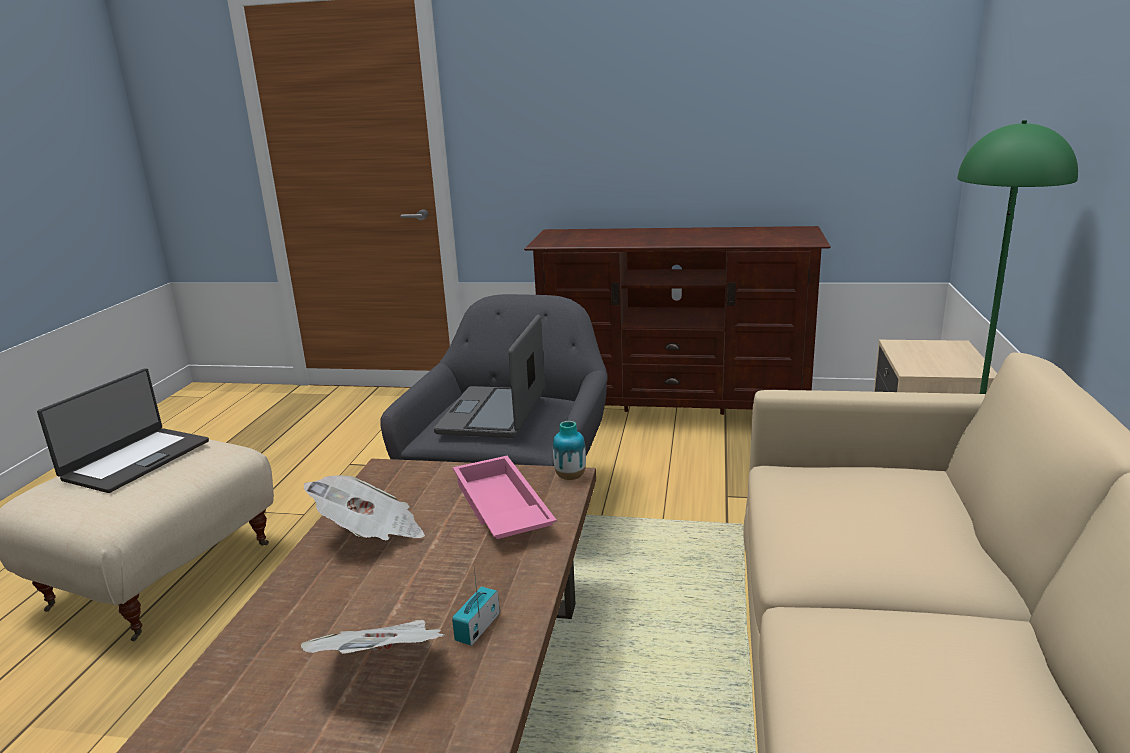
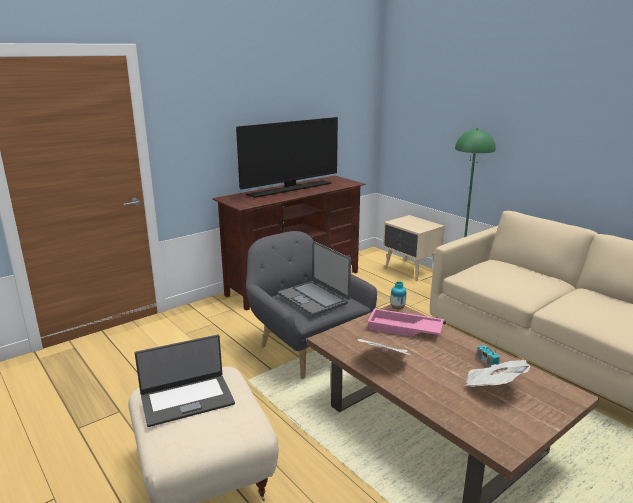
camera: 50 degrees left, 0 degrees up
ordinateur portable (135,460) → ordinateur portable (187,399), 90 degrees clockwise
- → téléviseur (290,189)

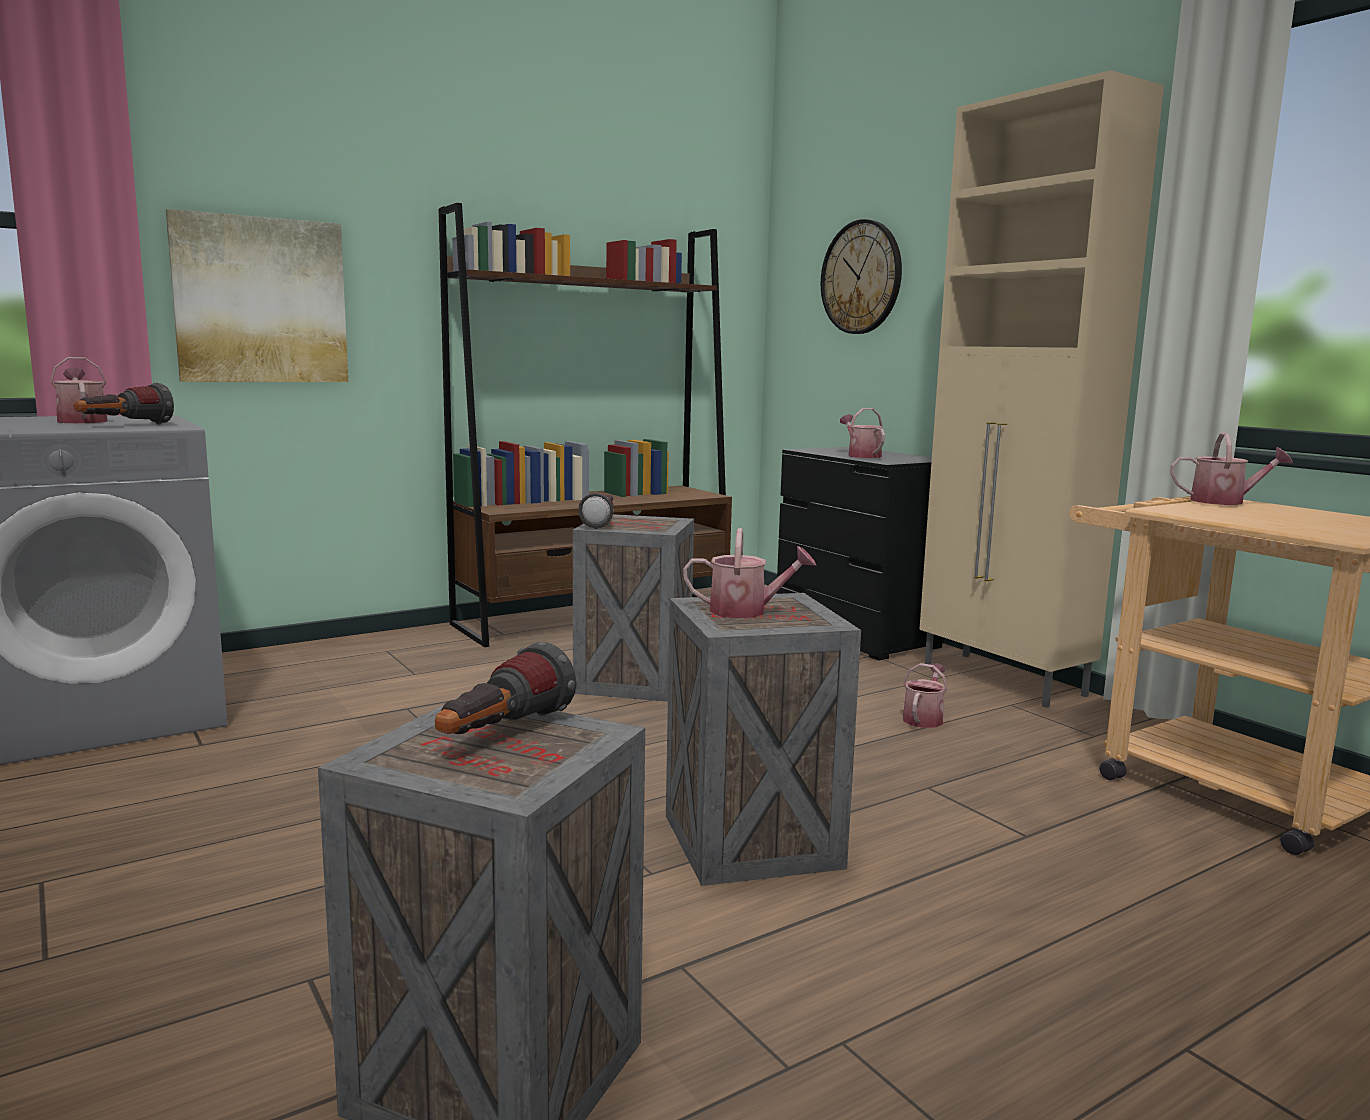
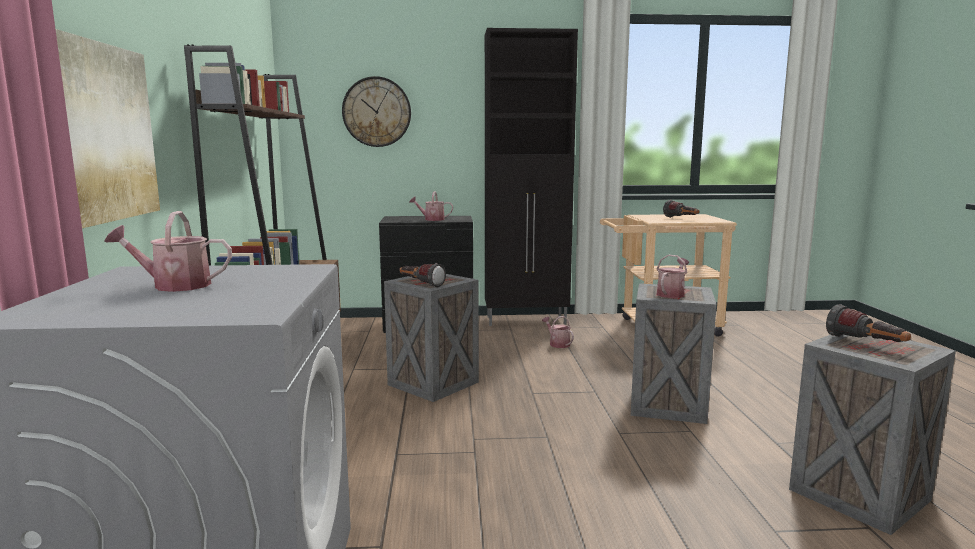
camera: 60 degrees left, 0 degrees up
meuble de rangement (beige) (1003,680) → meuble de rangement (noir) (527,320)
lampe de poche (124,426) → lampe de poche (681,219), move
arrosoir (1224,501) → -

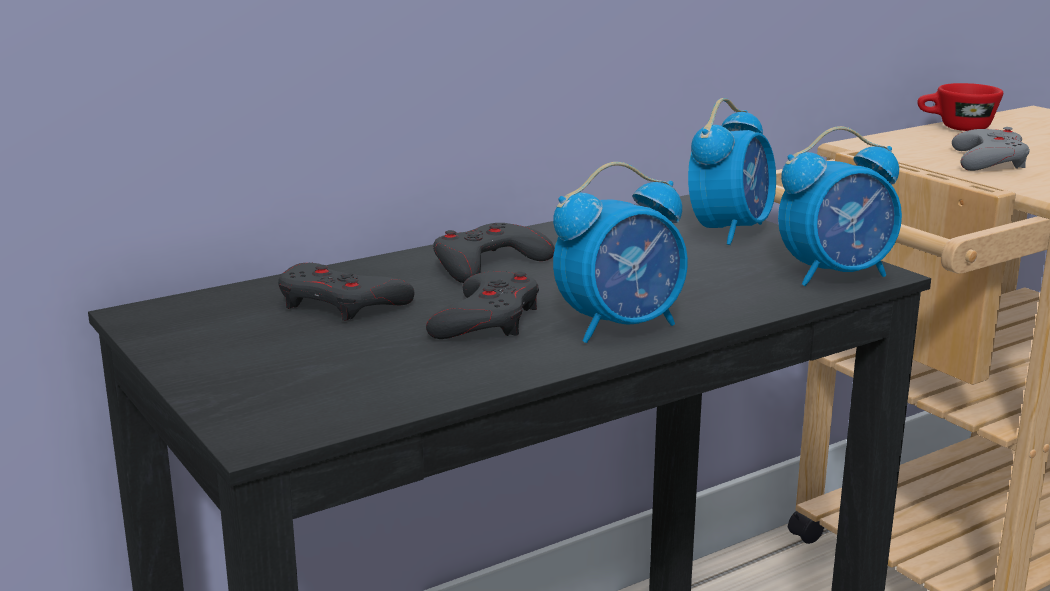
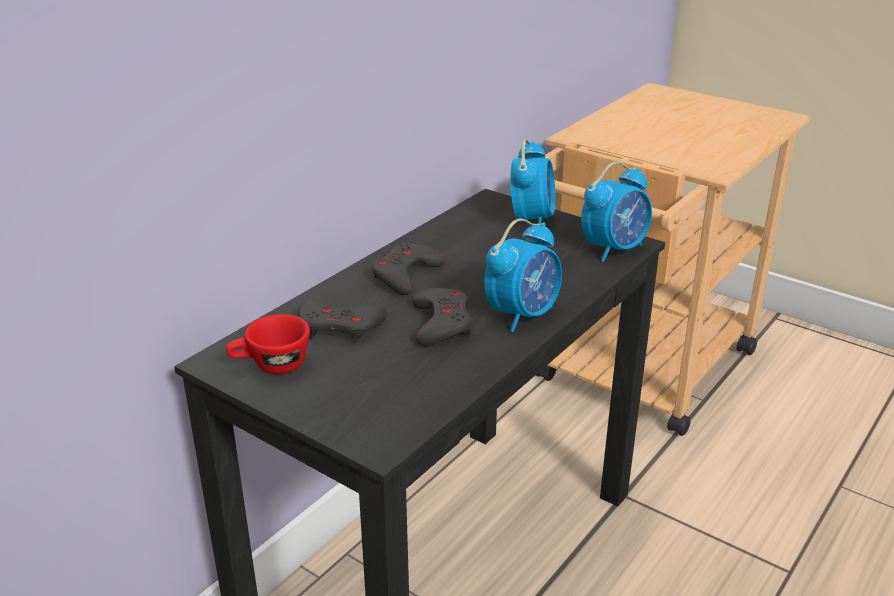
camera: 20 degrees left, 10 degrees up
tasse (rouge) (956,128) → tasse (rouge) (271,366), move
manette (gris) (988,161) → -

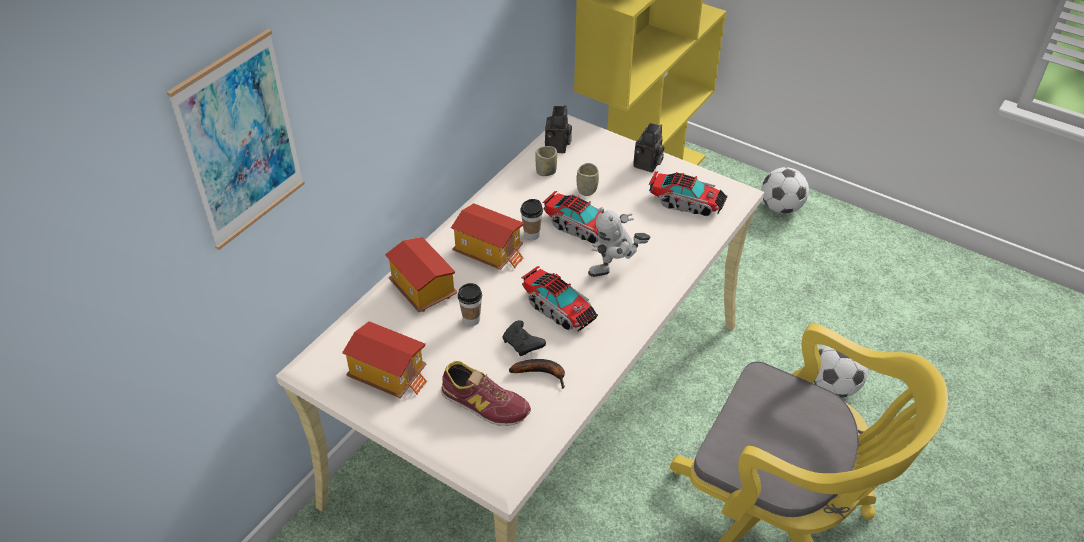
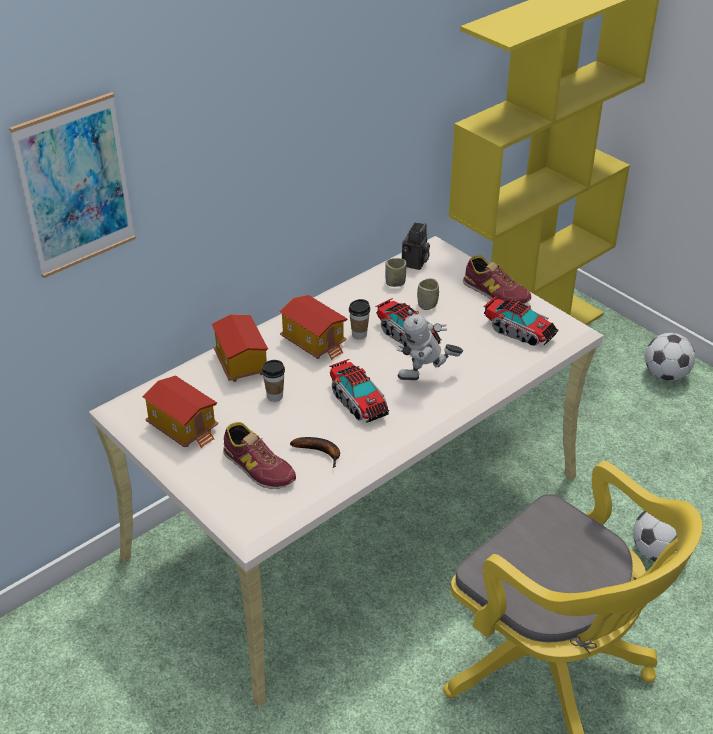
camera: 15 degrees right, 5 degrees down
appareil photo (647,165) → chaussure (495,292)
manette (noir) (523,344) → -

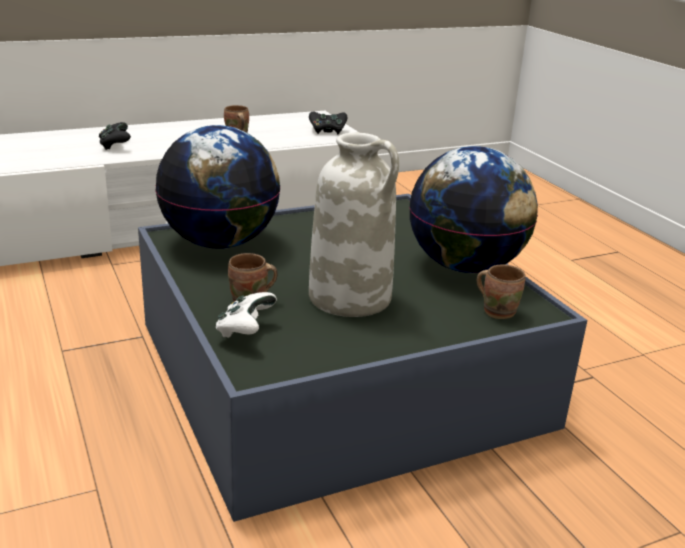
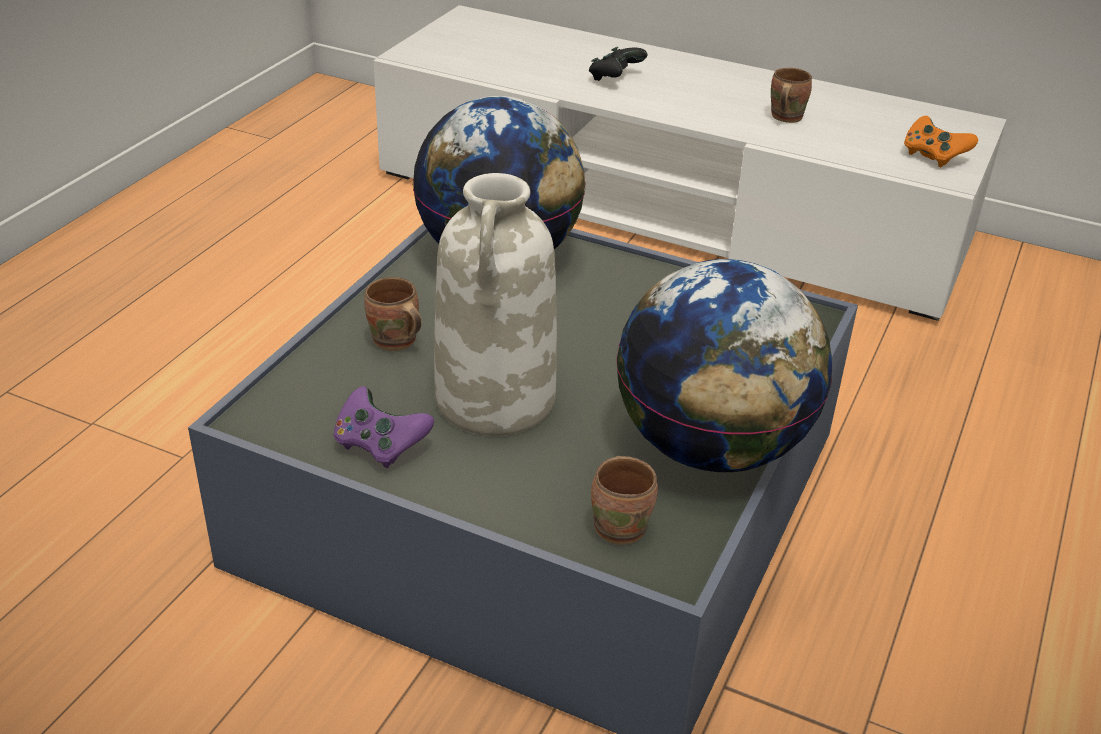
camera: 50 degrees right, 10 degrees up
- → manette (violet) (380,446)
manette (noir) (327,131) → manette (orange) (933,156)
manette (blanc) (245,330) → -

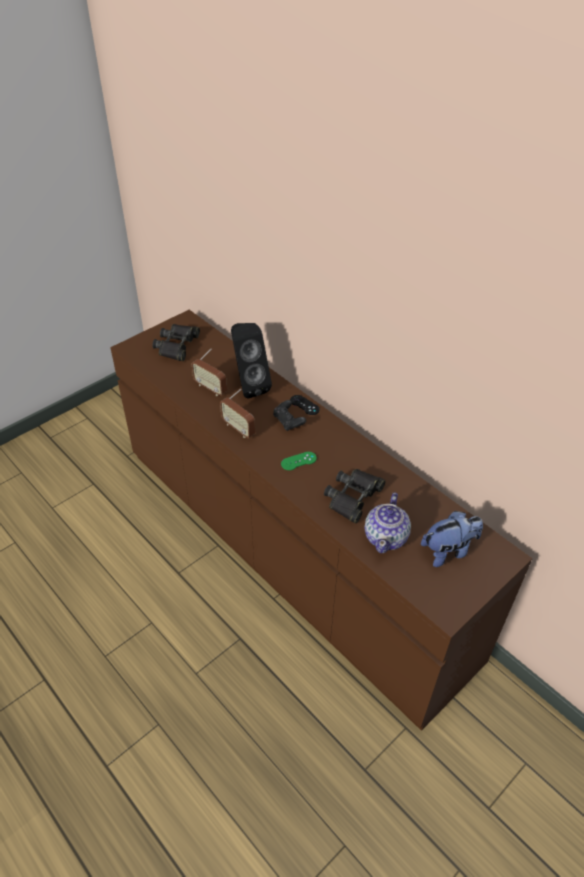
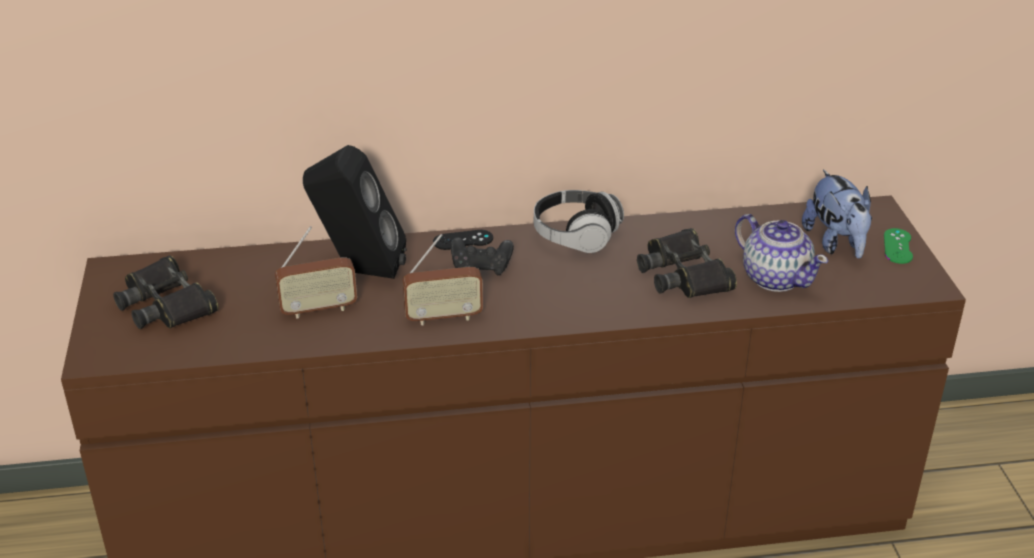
camera: 55 degrees left, 10 degrees down
- → casque audio (576,236)
peluche (448,551) → peluche (836,243), 150 degrees clockwise
manette (vert) (298,461) → manette (vert) (898,246), move

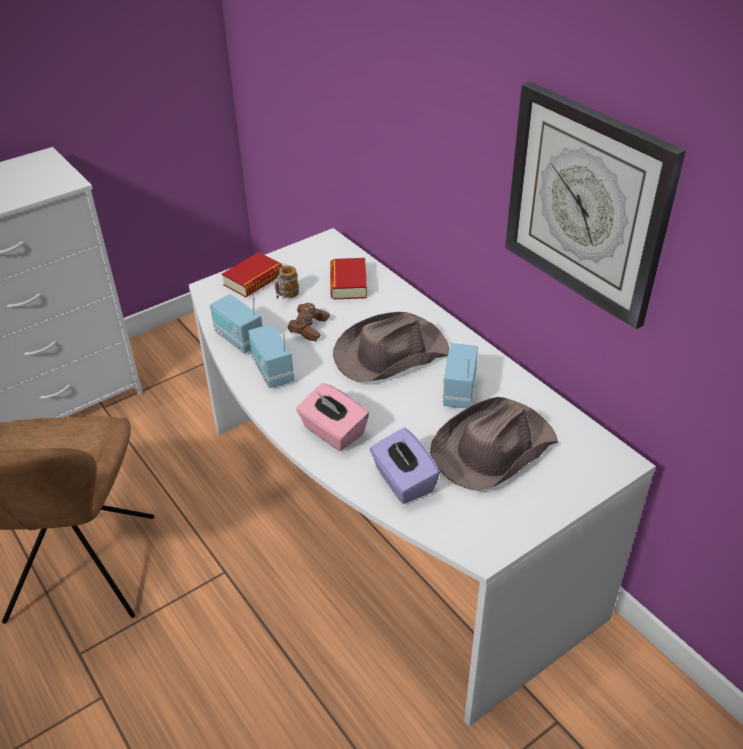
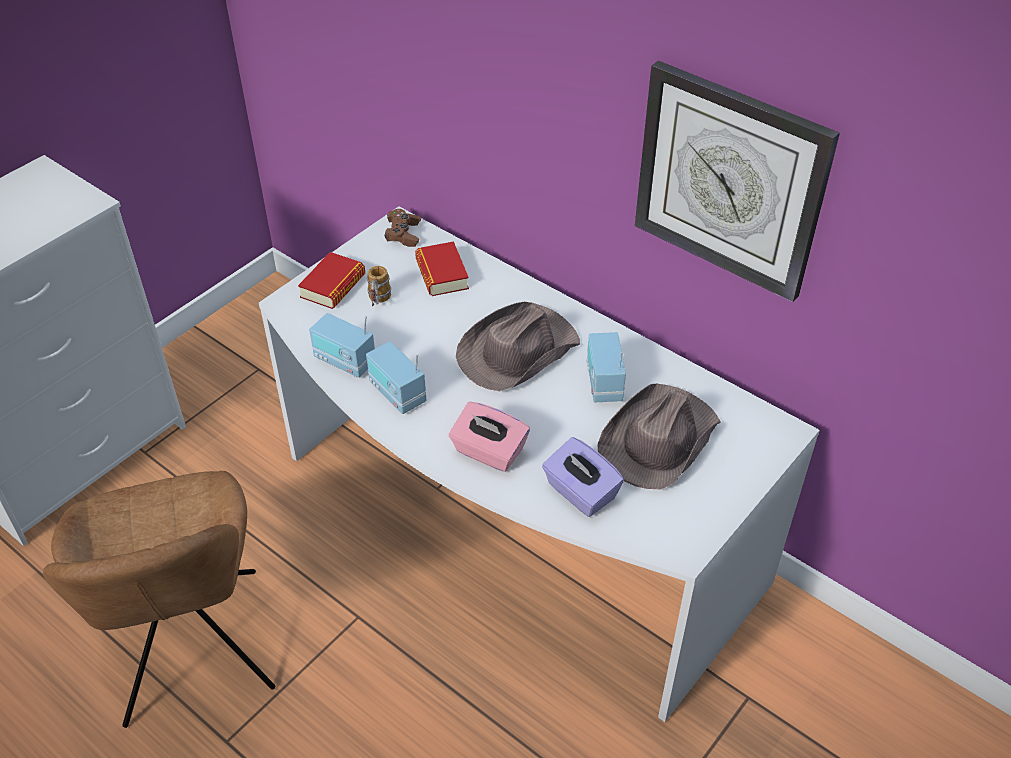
camera: 15 degrees left, 5 degrees up
manette (marron) (309,328) → manette (marron) (403,234), move

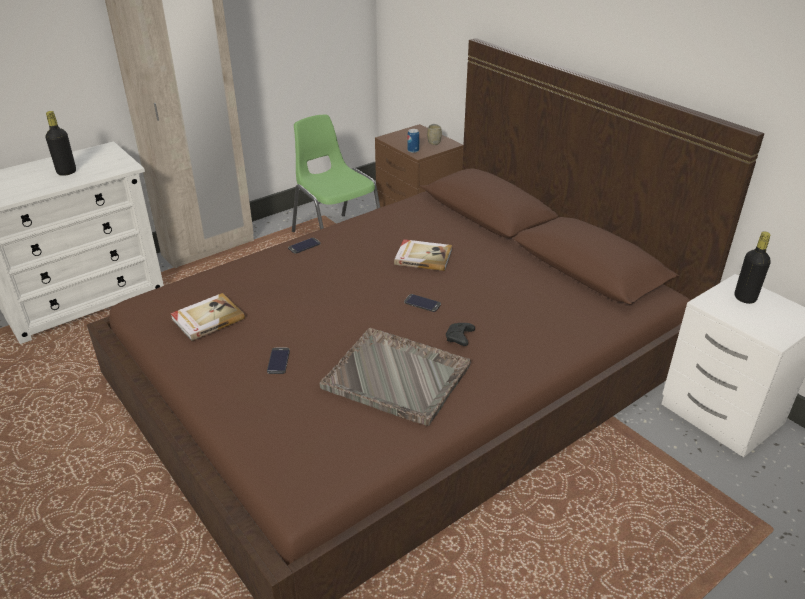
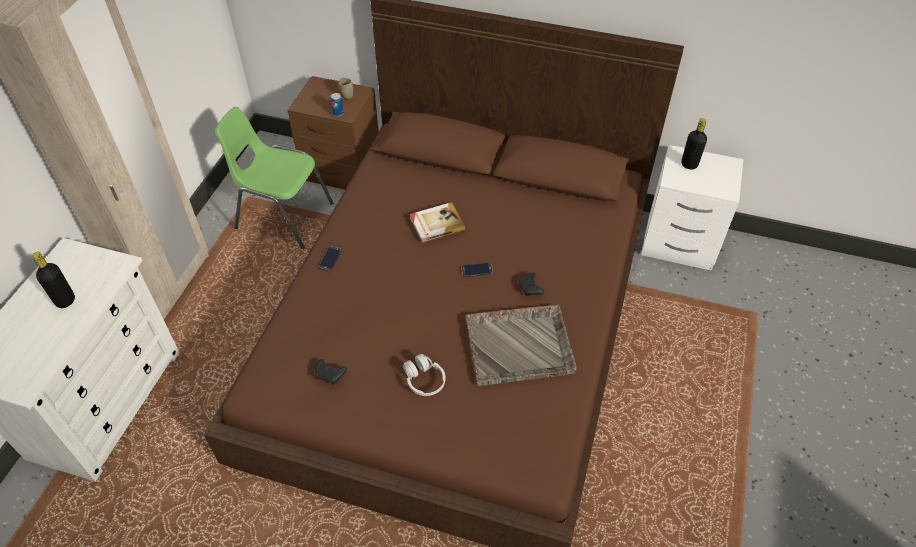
camera: 35 degrees left, 15 degrees up
livre (207,319) → manette (noir) (330,375)
téléphone (278,361) → casque audio (blanc) (424,380)

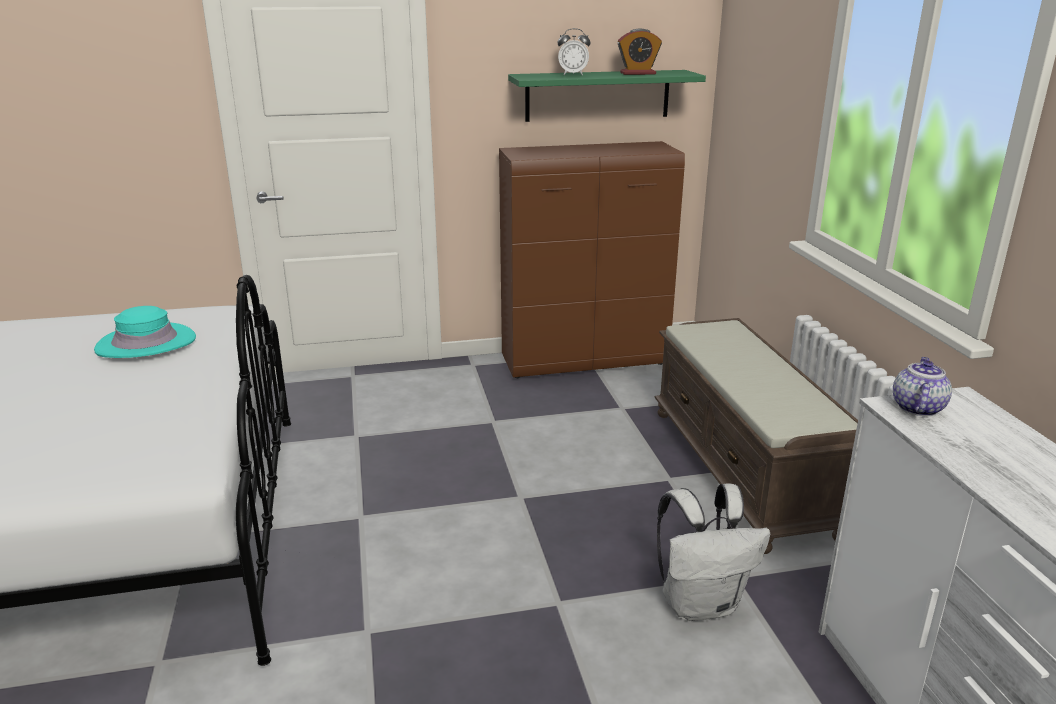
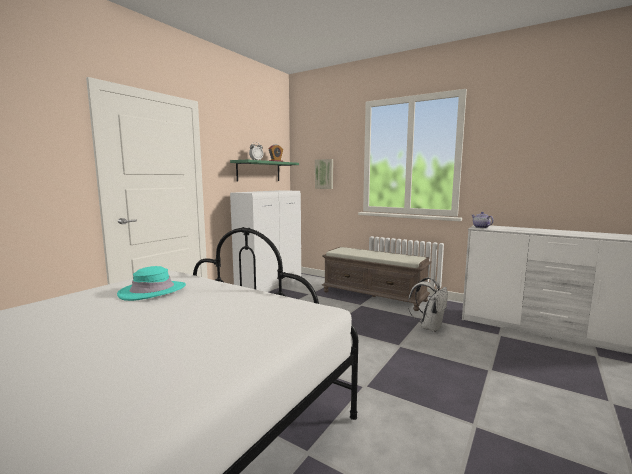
camera: 45 degrees left, 15 degrees down
meuble de rangement (marron) (585,361) → meuble de rangement (blanc) (270,286)
- → tableau (324,174)

